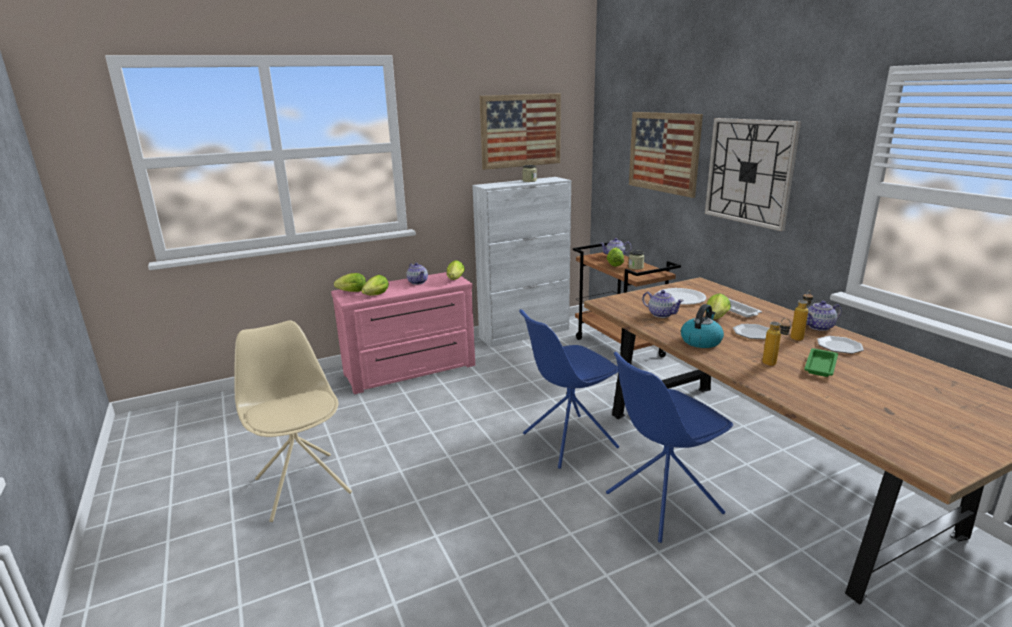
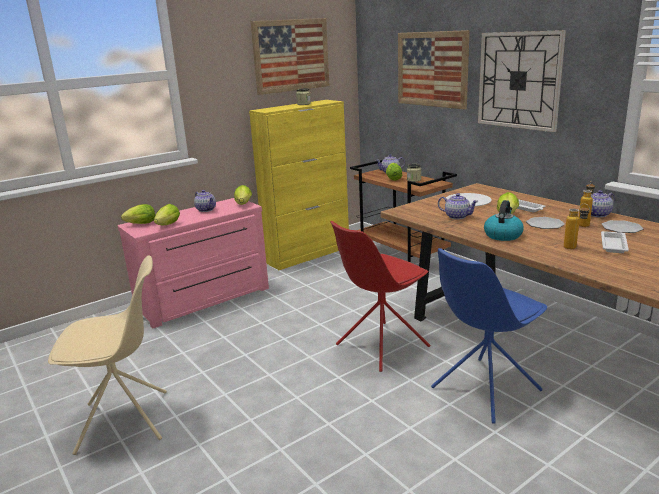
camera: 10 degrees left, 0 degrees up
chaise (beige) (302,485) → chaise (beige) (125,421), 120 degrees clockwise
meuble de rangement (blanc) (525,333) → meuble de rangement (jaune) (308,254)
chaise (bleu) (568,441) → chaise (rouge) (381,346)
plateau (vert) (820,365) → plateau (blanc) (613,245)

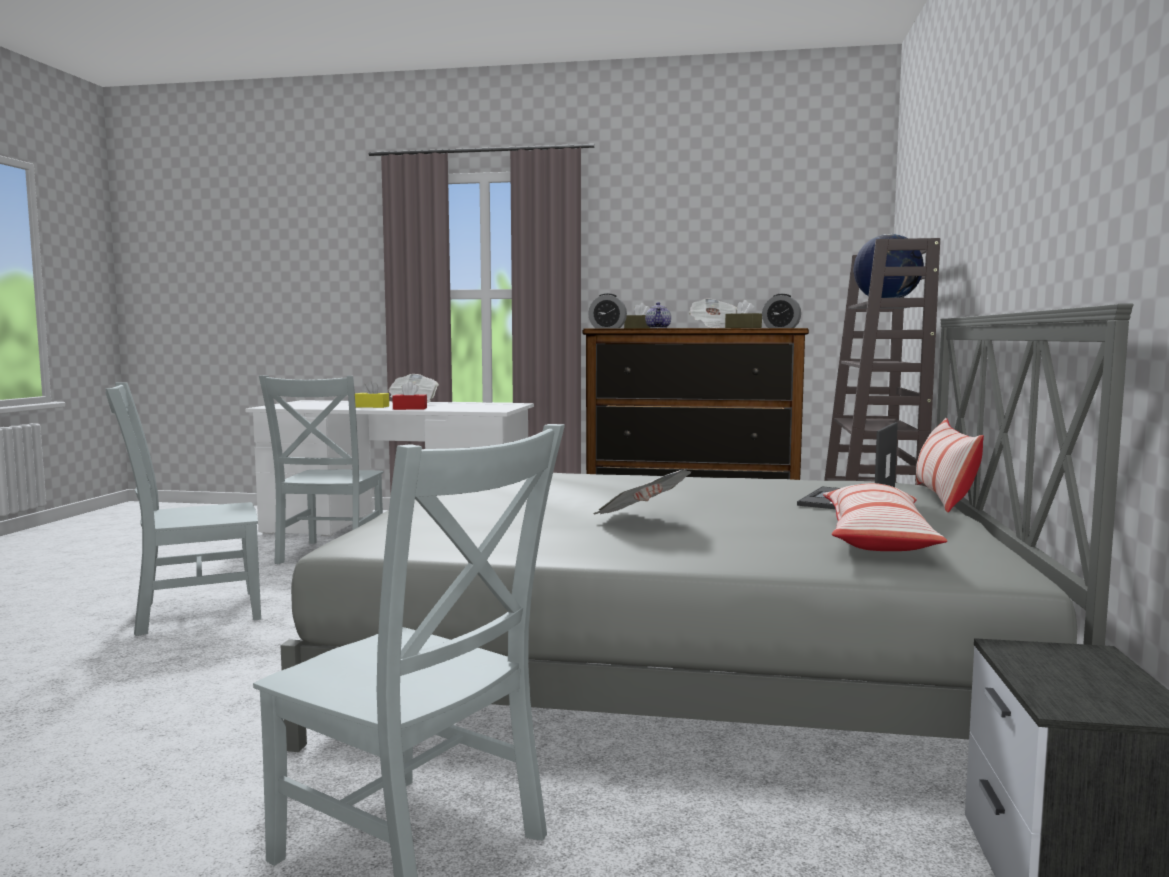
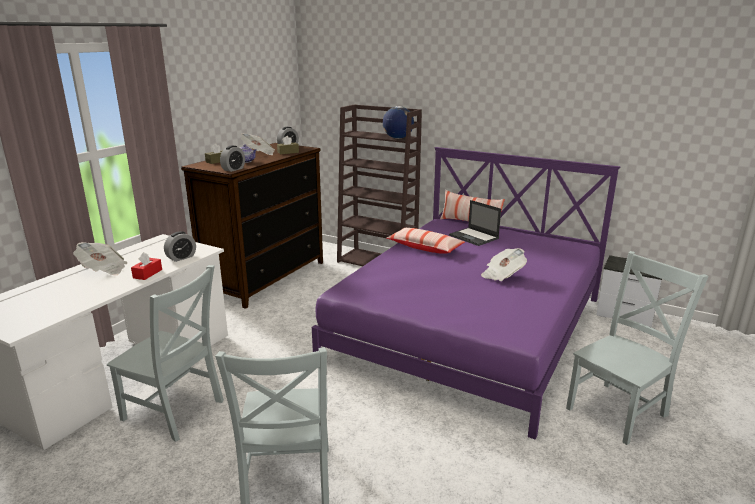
camera: 70 degrees left, 15 degrees up
- → réveil (181,257)
lit (gris) (676,665) → lit (violet) (469,329)
coussin (877,538) → coussin (425,248), move
boîte à mouchoirs (jaune) (371,406) → -

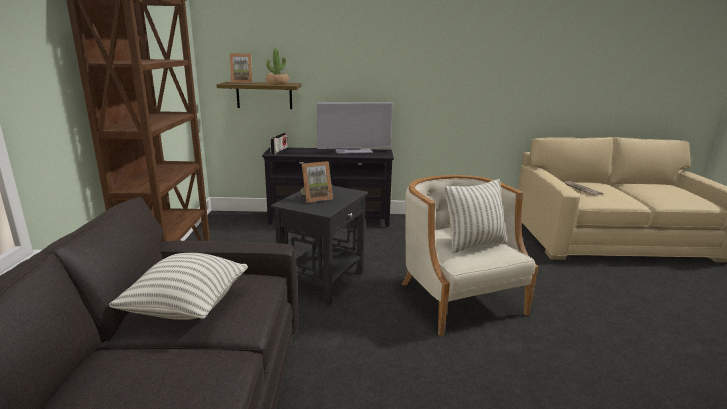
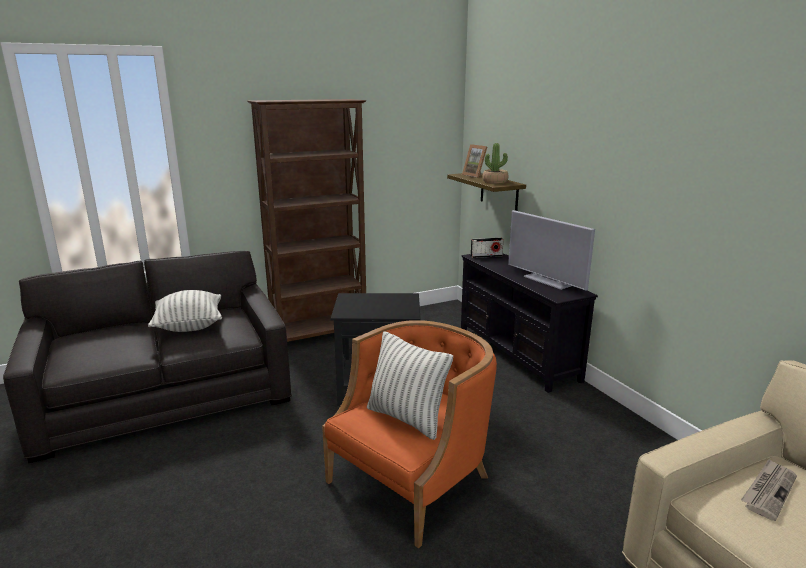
camera: 65 degrees right, 0 degrees up
fauteuil (beige) (457,297) → fauteuil (orange) (414,480)
cadre photo (316,198) → -

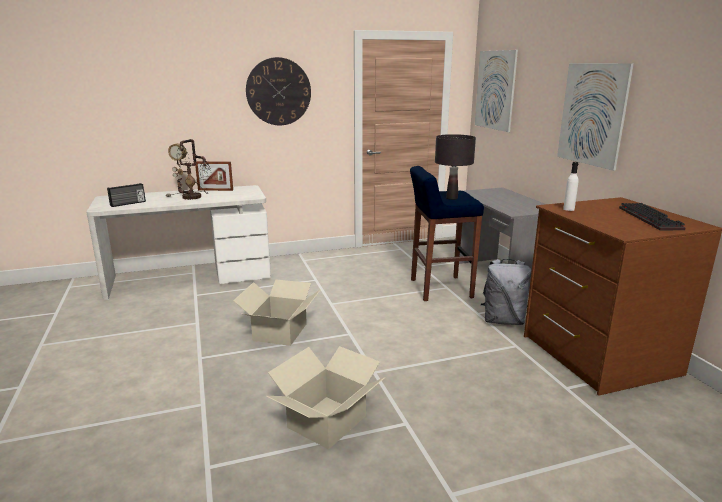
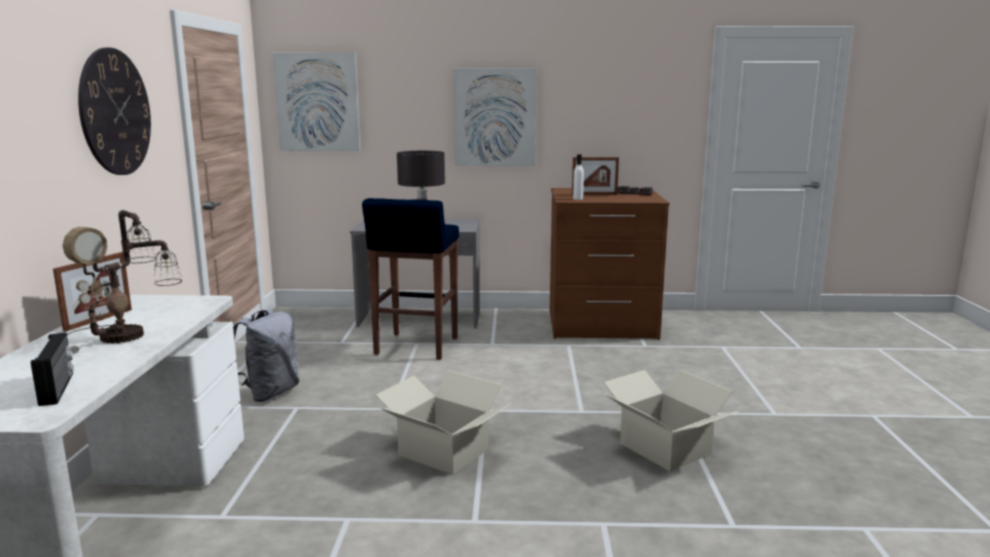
camera: 70 degrees left, 5 degrees down
sac à dos (gris) (503,321) → sac à dos (gris) (268,393), move
- → cadre photo (594,194)

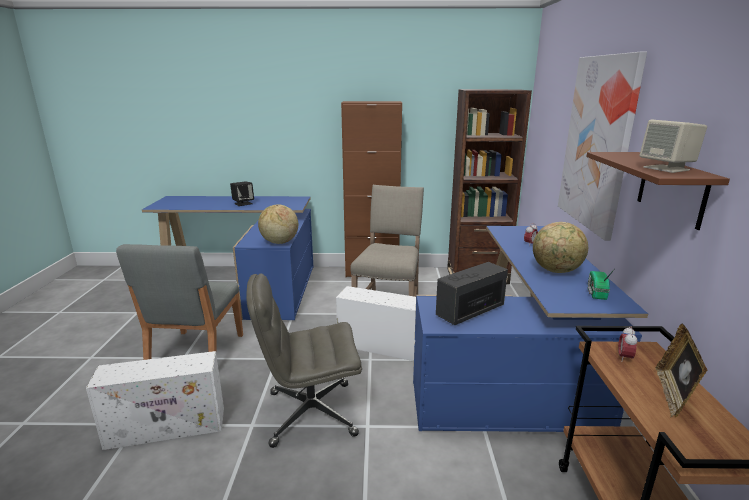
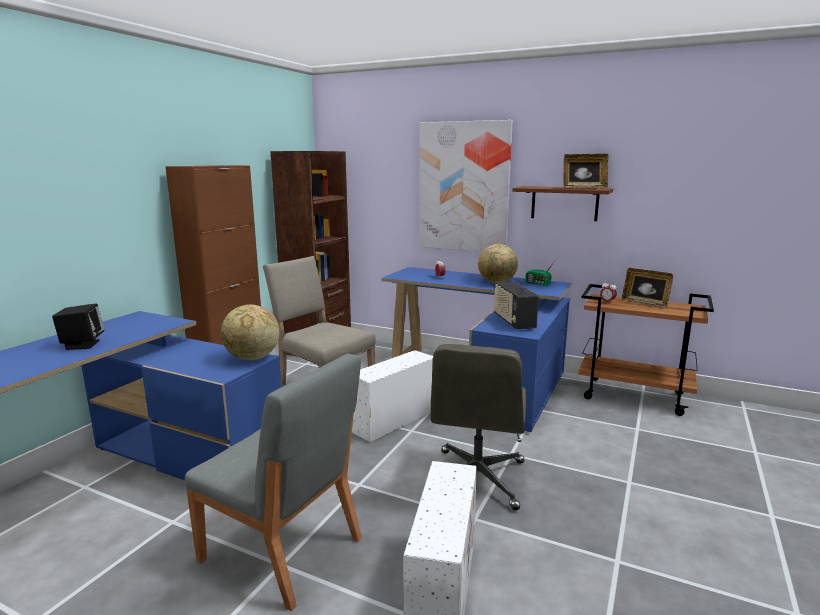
camera: 65 degrees left, 5 degrees down
enceinte (beige) (667,169) → cadre photo (584,188)

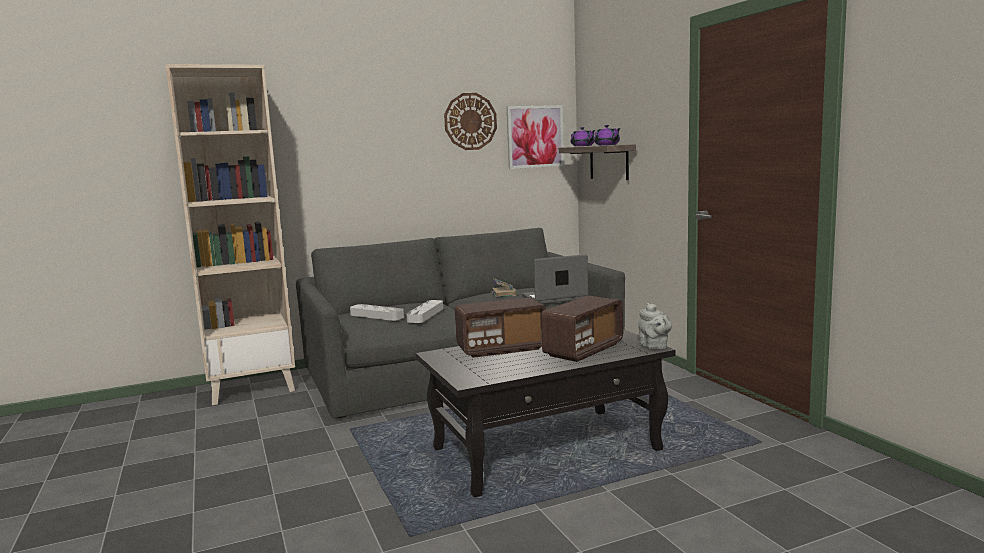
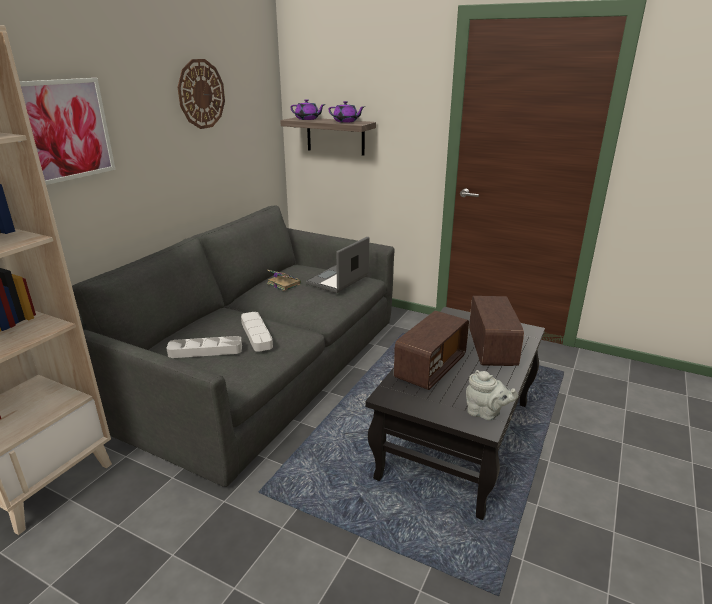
camera: 40 degrees left, 15 degrees up
tableau (535,136) → tableau (64,130), move
théière (gris) (654,346) → théière (gris) (486,413), move

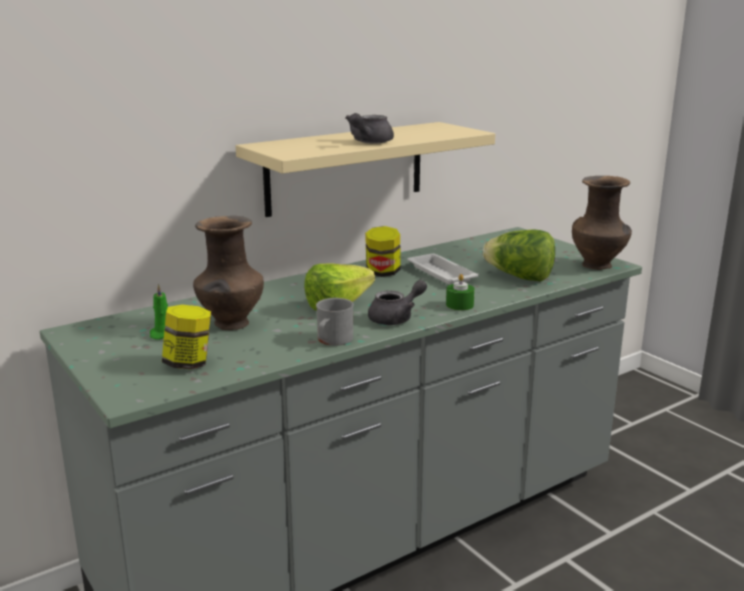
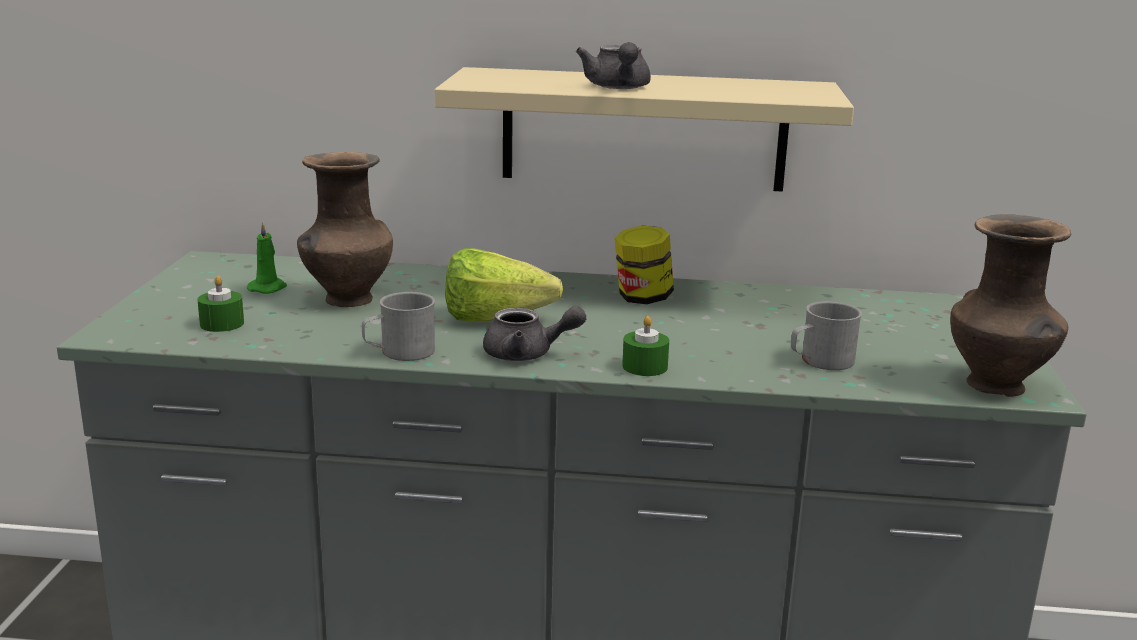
camera: 40 degrees right, 0 degrees up
bocal (189,364) → bougie (vert) (222,324)
théière (gris) (368,142) → théière (gris) (618,88), 75 degrees counterclockwise
laitue (519,277) → mug (gris) (820,362)
plateau (blanc) (440,273) → -

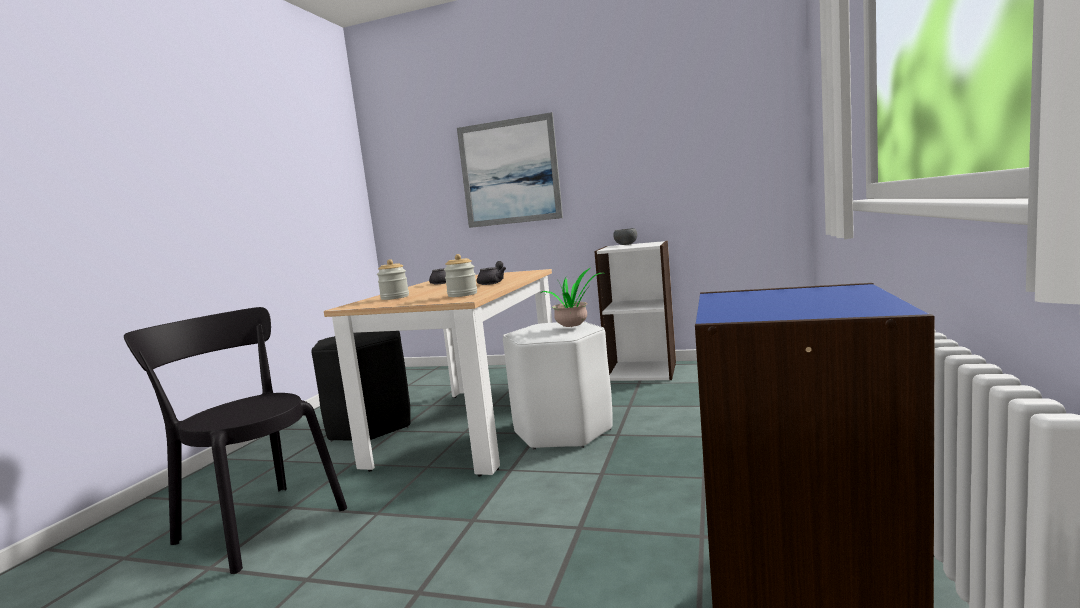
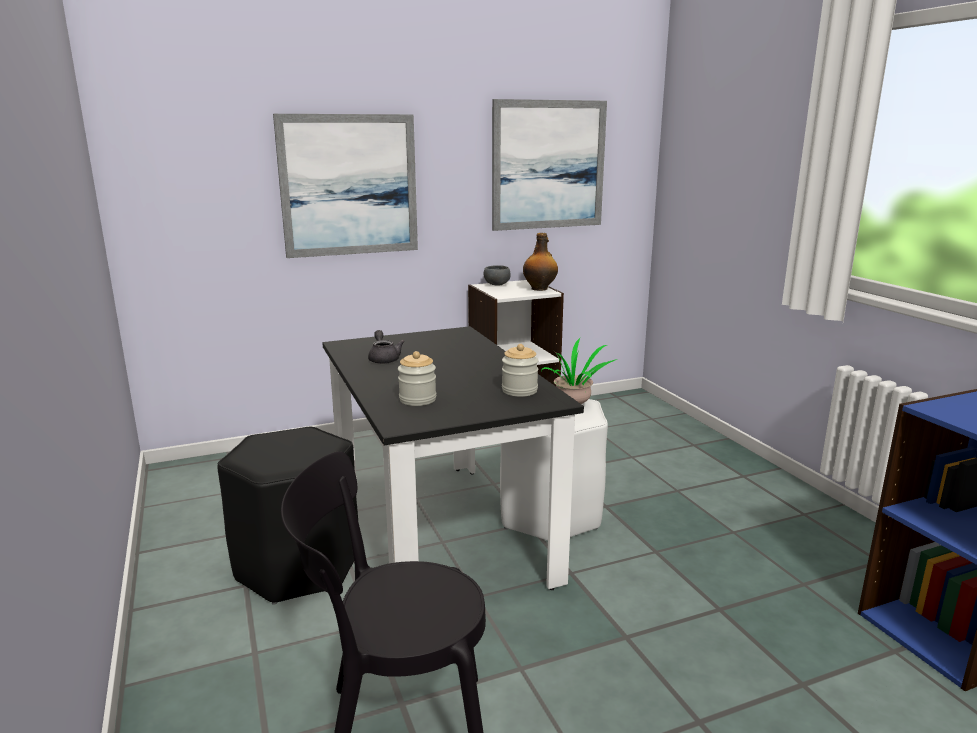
camera: 40 degrees left, 10 degrees up
table à manger (beige) (472,427) → table à manger (noir) (440,533)
- → tableau (548,165)
- → bouteille (540,289)
théière (gris) (493,283) → -

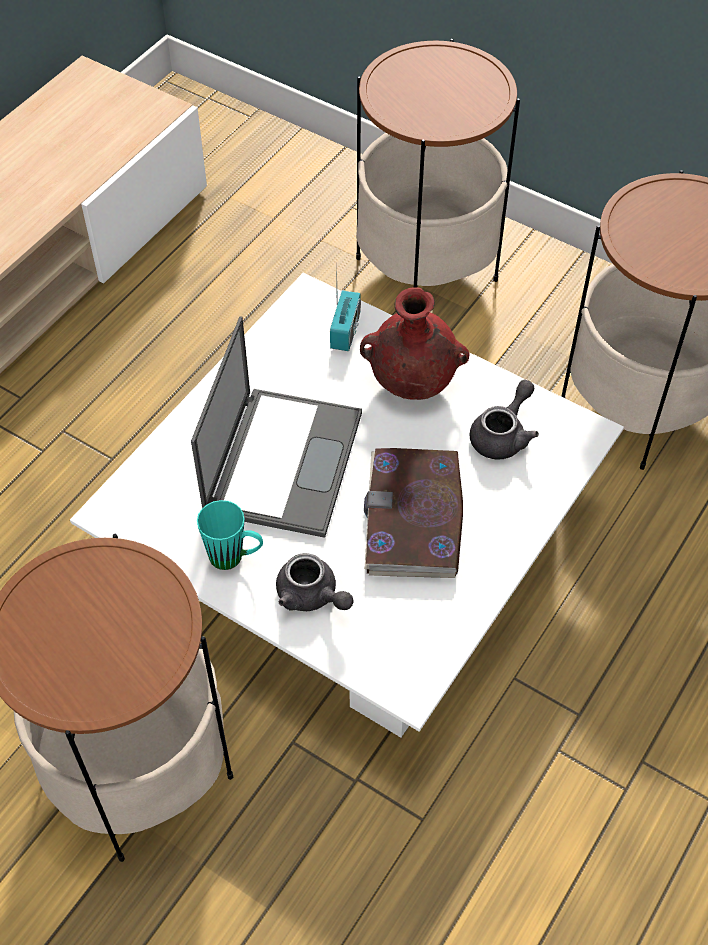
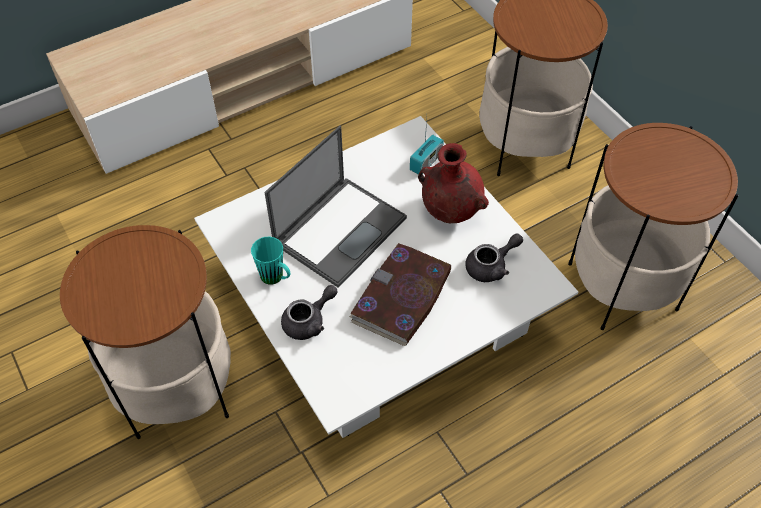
camera: 25 degrees right, 0 degrees up
théière (gris) (312,596) → théière (gris) (309,321), 105 degrees counterclockwise

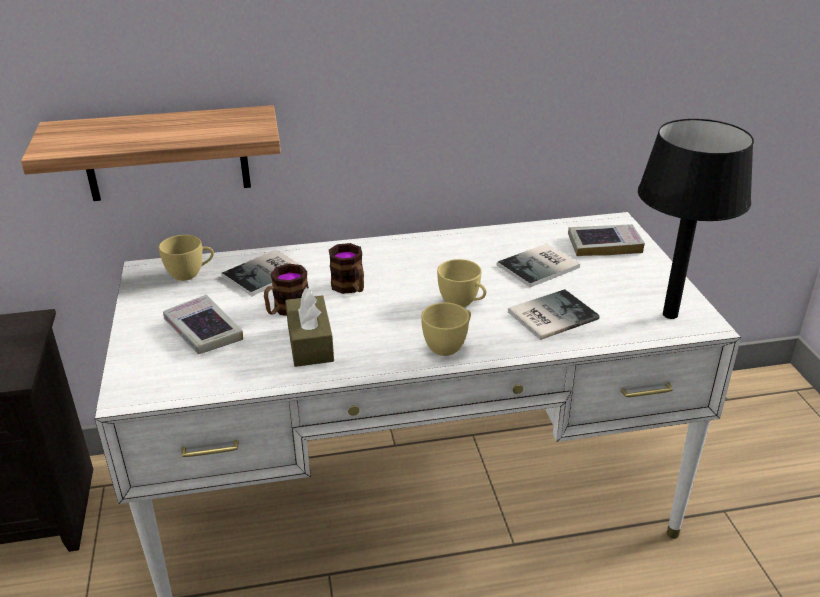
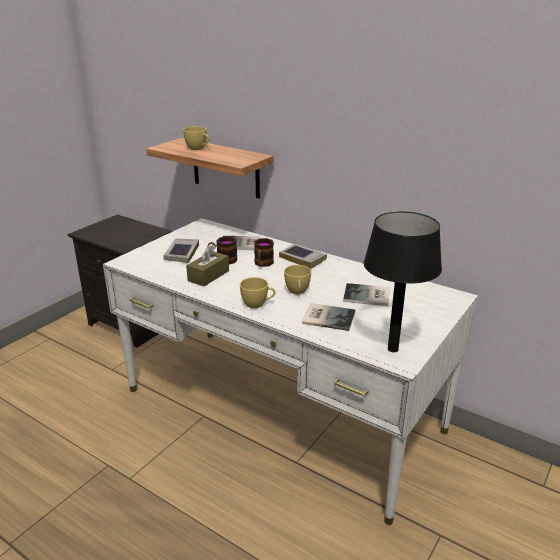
camera: 45 degrees right, 5 degrees down
tasse (jaune) (190,274) → tasse (jaune) (198,149), move
livre (604,245) → livre (303,259), move

